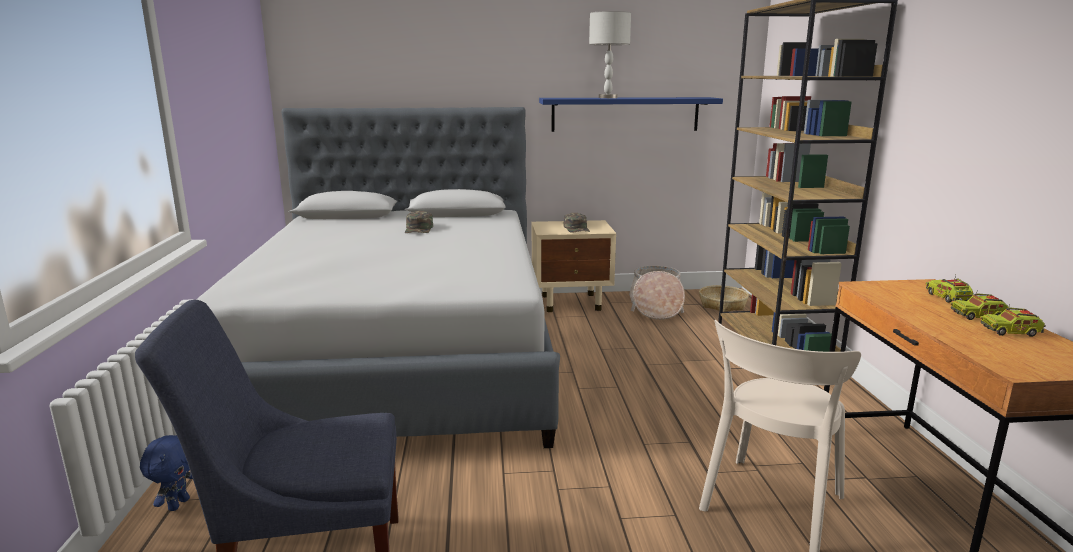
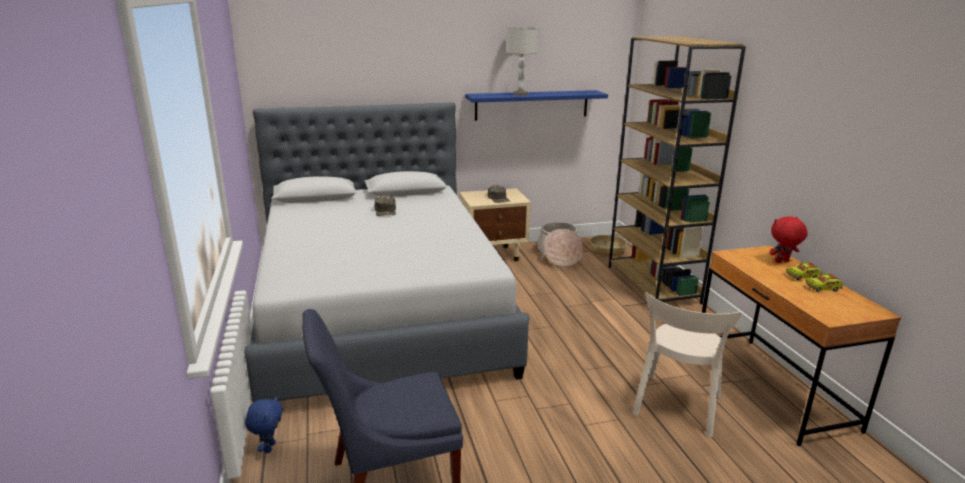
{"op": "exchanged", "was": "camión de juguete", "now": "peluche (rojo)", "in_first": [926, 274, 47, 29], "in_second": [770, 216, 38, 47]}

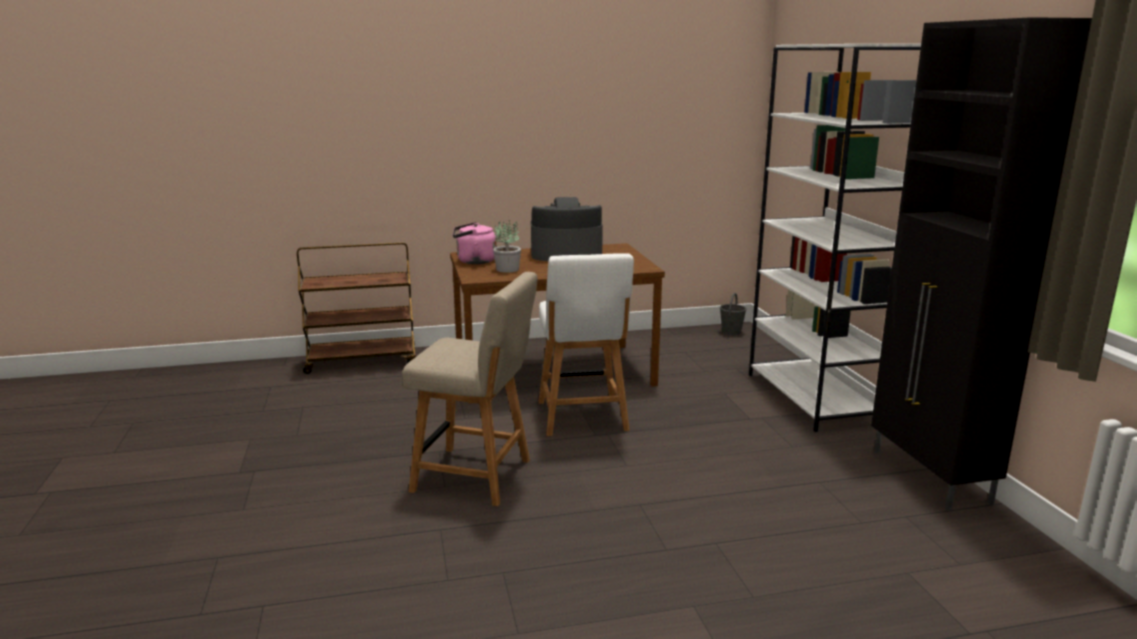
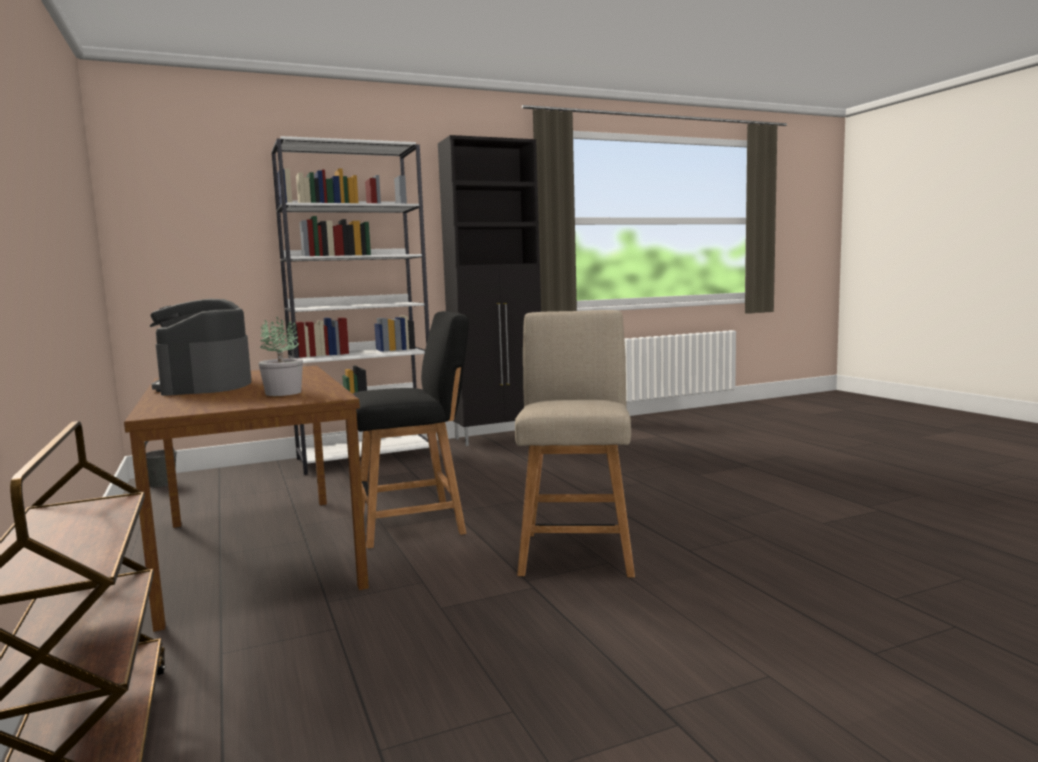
{"op": "missing", "was": "hervidor (rosa)", "in_first": [453, 222, 44, 42]}
{"op": "colour", "was": "silla (blanco)", "now": "silla (negro)", "in_first": [538, 253, 96, 183], "in_second": [353, 311, 116, 238]}

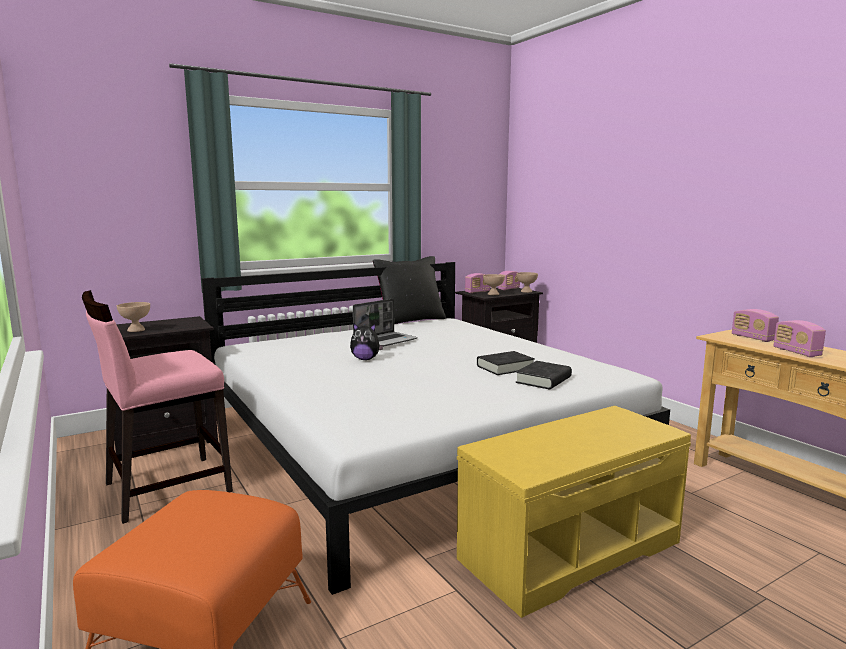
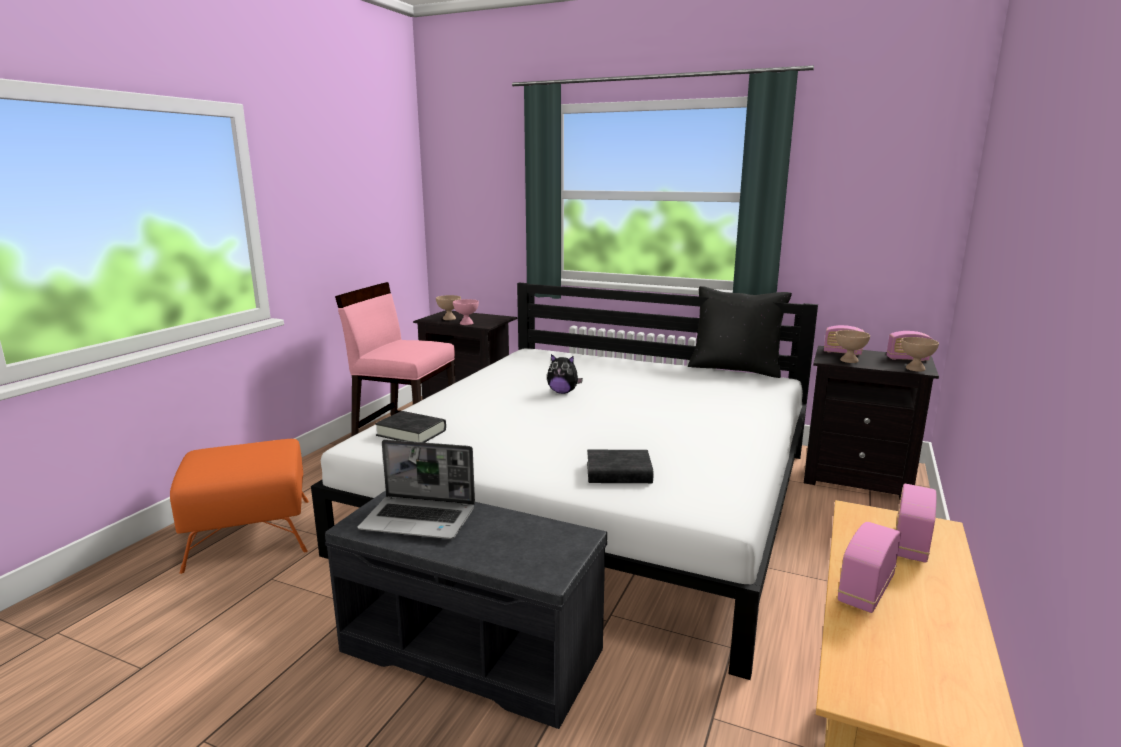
{"op": "relocated", "was": "portátil", "in_first": [353, 299, 65, 48], "in_second": [358, 439, 117, 100]}
{"op": "spun", "was": "peluche", "in_first": [350, 323, 34, 37], "in_second": [547, 354, 36, 40], "clockwise": -45}
{"op": "relocated", "was": "libro (negro)", "in_first": [477, 351, 58, 24], "in_second": [375, 411, 71, 32]}
{"op": "colour", "was": "banco (amarillo)", "now": "banco (gris)", "in_first": [457, 406, 234, 212], "in_second": [325, 490, 282, 239]}
{"op": "appeared", "now": "cuenco (rosa)", "in_second": [453, 299, 26, 26]}

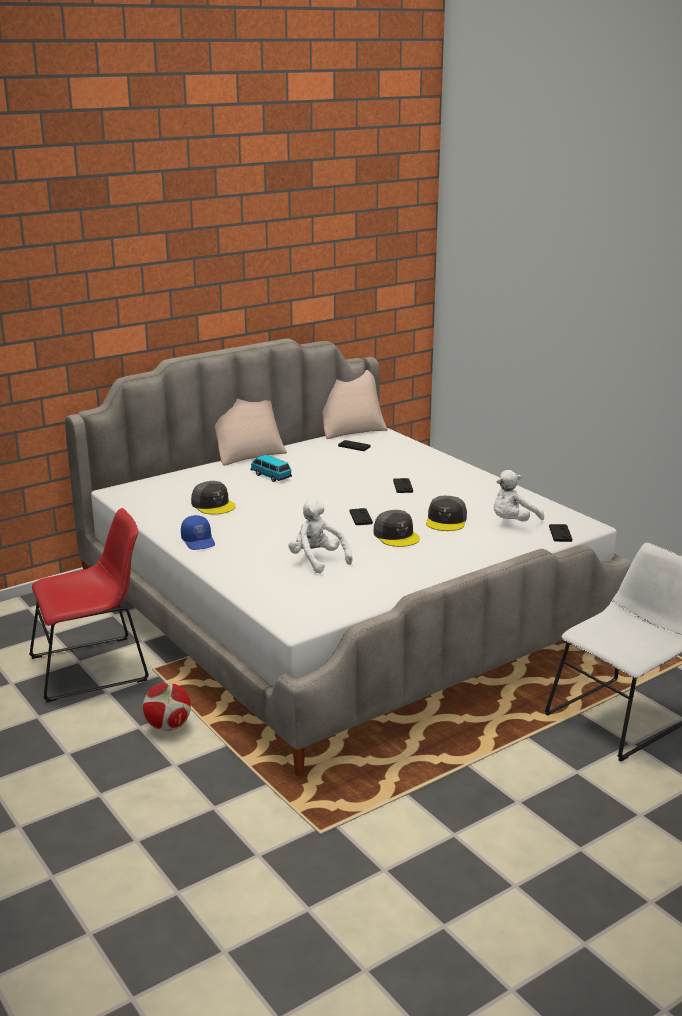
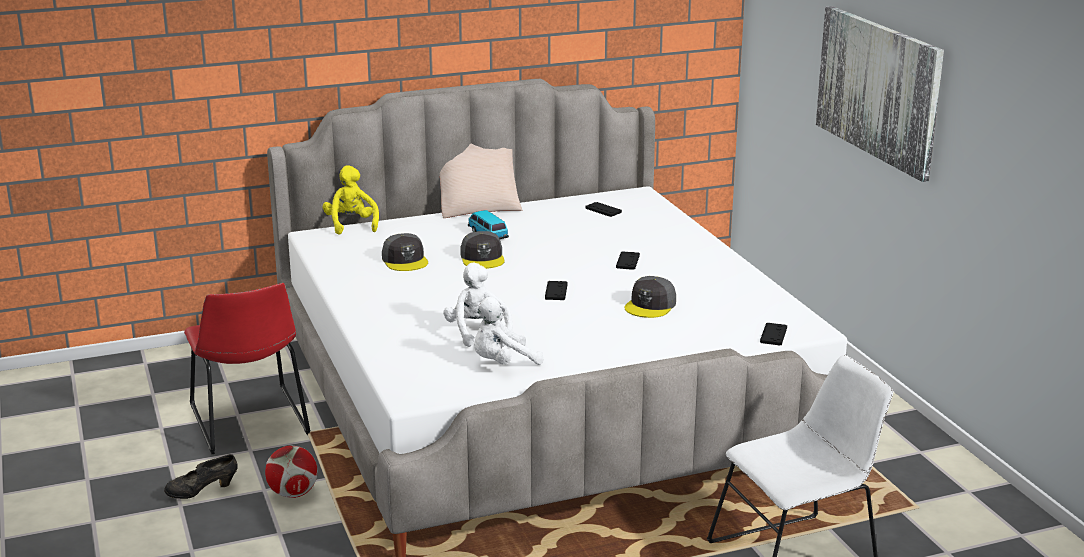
{"op": "missing", "was": "cojín (beis)", "in_first": [322, 370, 66, 69]}
{"op": "relocated", "was": "peluche (blanco)", "in_first": [494, 470, 50, 52], "in_second": [473, 297, 71, 68]}
{"op": "spun", "was": "silla (rojo)", "in_first": [29, 508, 120, 195], "in_second": [184, 283, 126, 171], "clockwise": 75}
{"op": "relocated", "was": "gorra (gris)", "in_first": [373, 510, 47, 37], "in_second": [460, 231, 45, 38]}
{"op": "missing", "was": "gorra (azul)", "in_first": [181, 515, 34, 35]}
{"op": "appeared", "now": "cuadro", "in_second": [816, 6, 128, 176]}
{"op": "appeared", "now": "peluche (amarillo)", "in_second": [323, 165, 56, 69]}
{"op": "appeared", "now": "zapato (negro)", "in_second": [164, 454, 74, 45]}

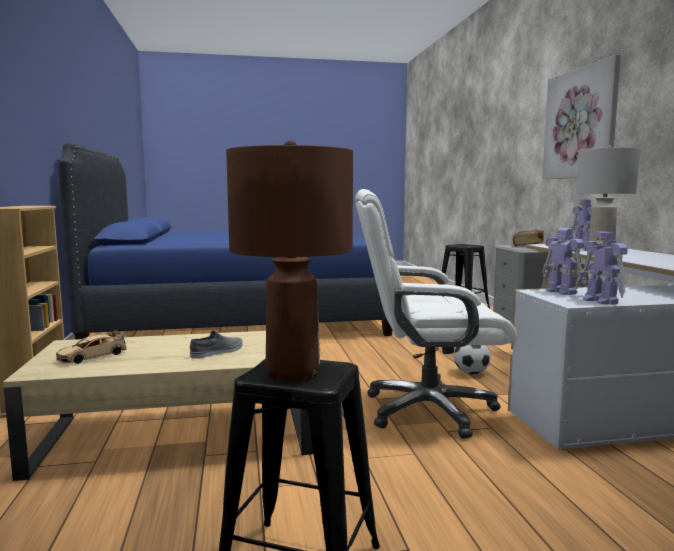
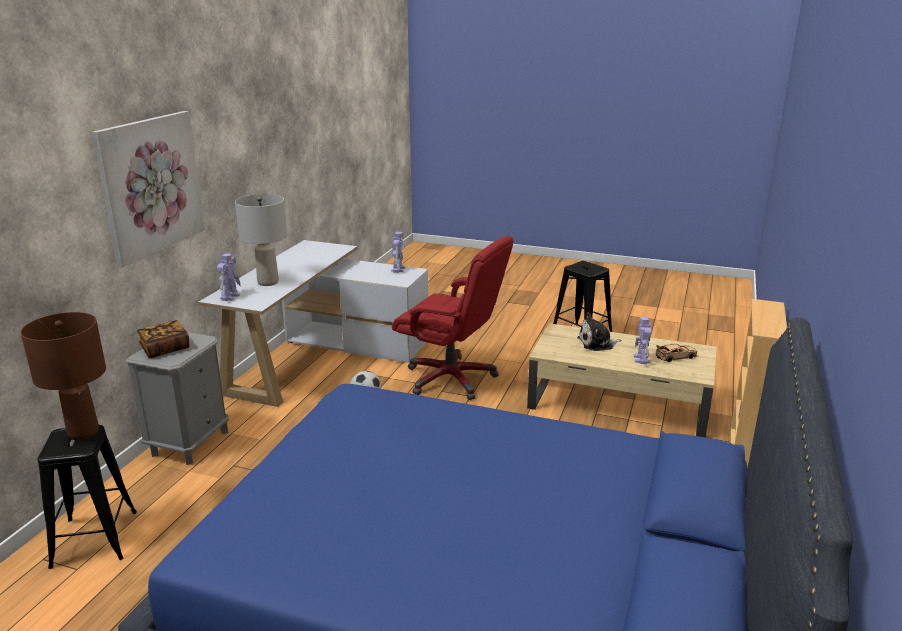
{"op": "relocated", "was": "lámpara de mesa (marrón)", "in_first": [226, 140, 127, 241], "in_second": [21, 312, 85, 128]}
{"op": "colour", "was": "silla de oficina (blanco)", "now": "silla de oficina (rojo)", "in_first": [355, 189, 162, 250], "in_second": [392, 236, 121, 164]}
{"op": "relocated", "was": "robot de juguete", "in_first": [542, 228, 45, 67], "in_second": [633, 317, 18, 47]}
{"op": "exchanged", "was": "zapato (gris)", "now": "peluche", "in_first": [190, 330, 53, 29], "in_second": [577, 312, 44, 39]}

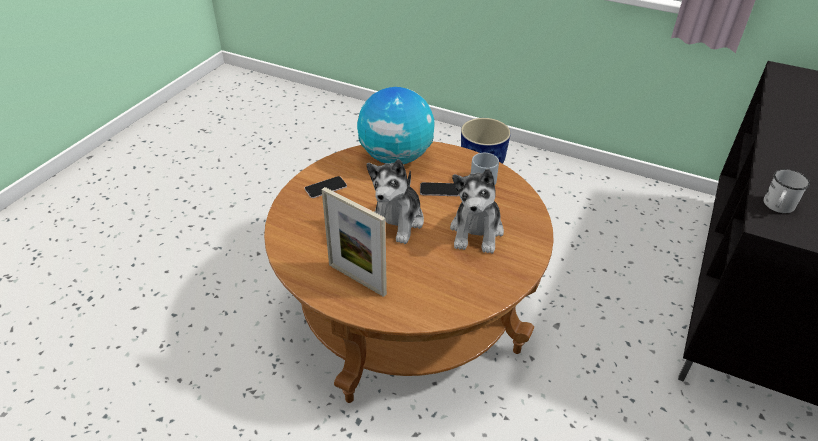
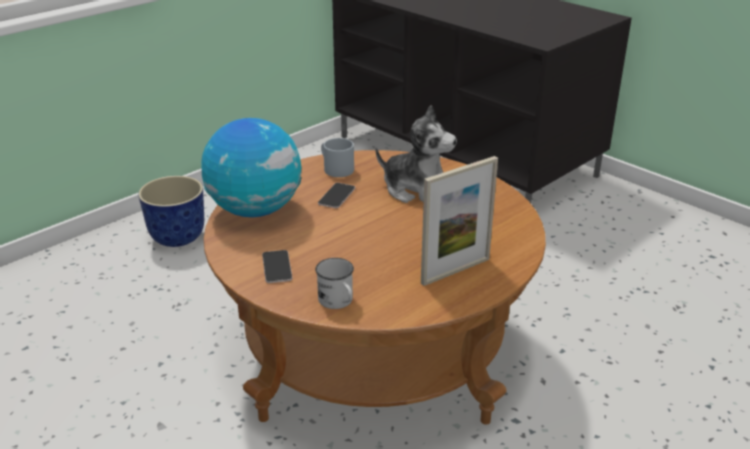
{"op": "missing", "was": "peluche", "in_first": [367, 159, 57, 85]}
{"op": "relocated", "was": "taza grande (blanco)", "in_first": [763, 169, 47, 44], "in_second": [315, 258, 39, 51]}

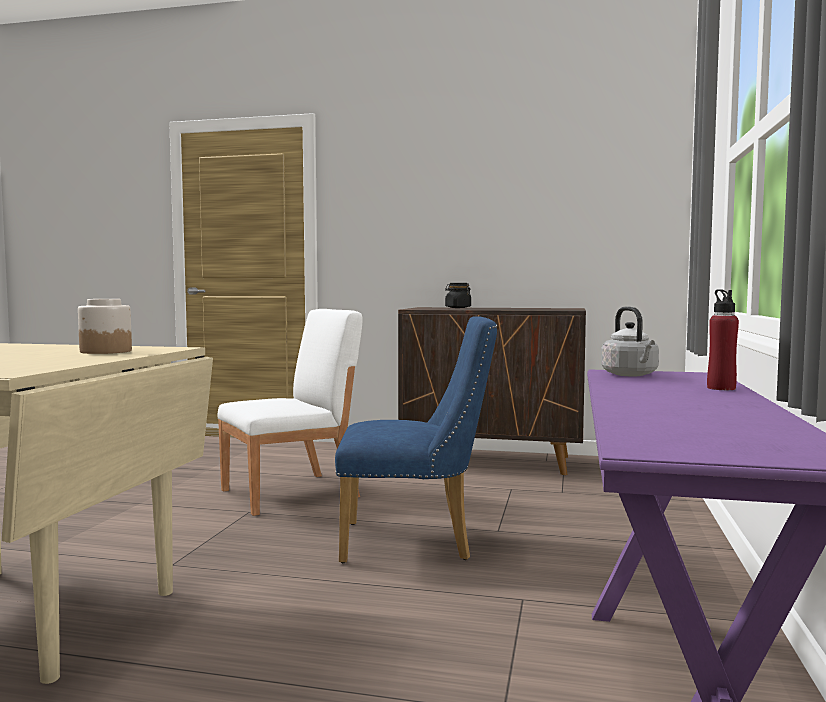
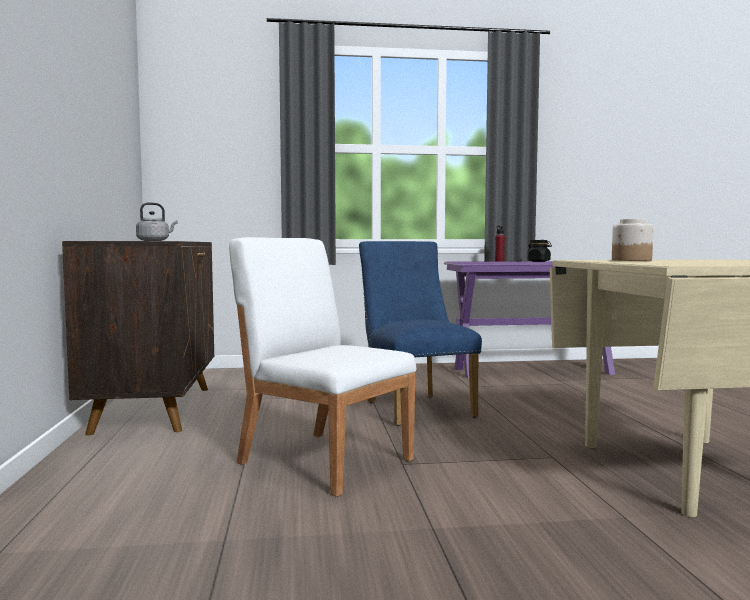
{"op": "relocated", "was": "tarro (negro)", "in_first": [445, 283, 26, 25], "in_second": [527, 240, 25, 22]}
{"op": "relocated", "was": "hervidor (gris)", "in_first": [601, 306, 58, 71], "in_second": [136, 202, 42, 39]}

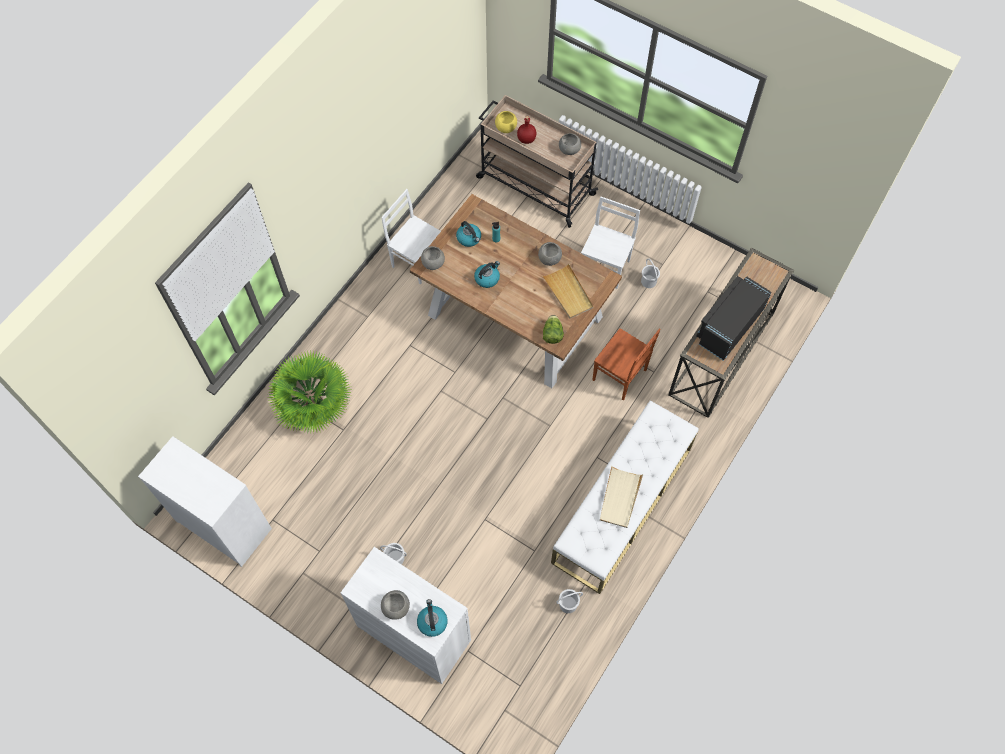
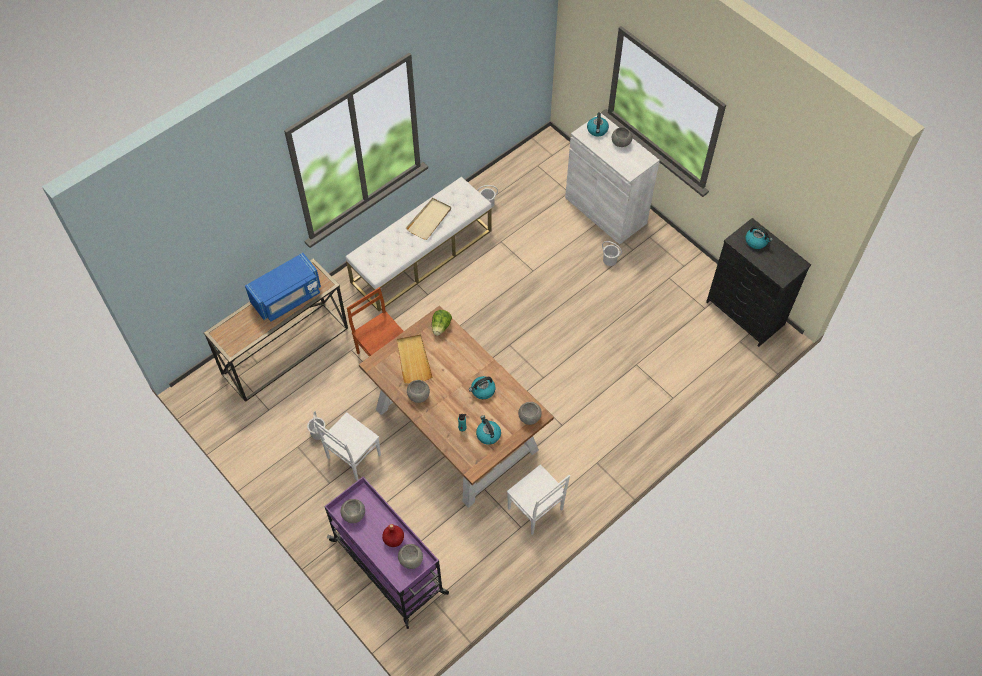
{"op": "colour", "was": "carrito (beis)", "now": "carrito (morado)", "in_first": [476, 95, 122, 133], "in_second": [324, 477, 125, 152]}
{"op": "colour", "was": "cuenco (amarillo)", "now": "cuenco (gris)", "in_first": [495, 111, 22, 22], "in_second": [398, 544, 25, 25]}
{"op": "colour", "was": "microondas (negro)", "now": "microondas (azul)", "in_first": [696, 276, 76, 85], "in_second": [245, 253, 76, 69]}
{"op": "missing", "was": "planta en maceta", "in_first": [268, 349, 84, 85]}
{"op": "colour", "was": "cómoda (blanco)", "now": "cómoda (negro)", "in_first": [138, 436, 134, 131], "in_second": [706, 218, 105, 129]}
{"op": "appeared", "now": "hervidor", "in_second": [745, 226, 28, 23]}

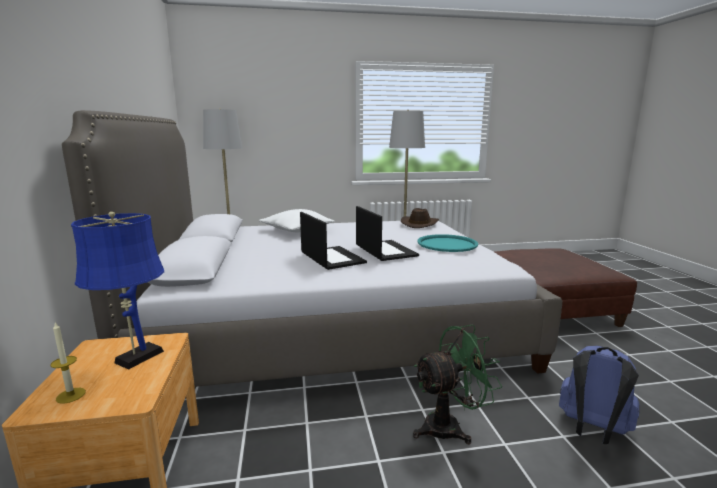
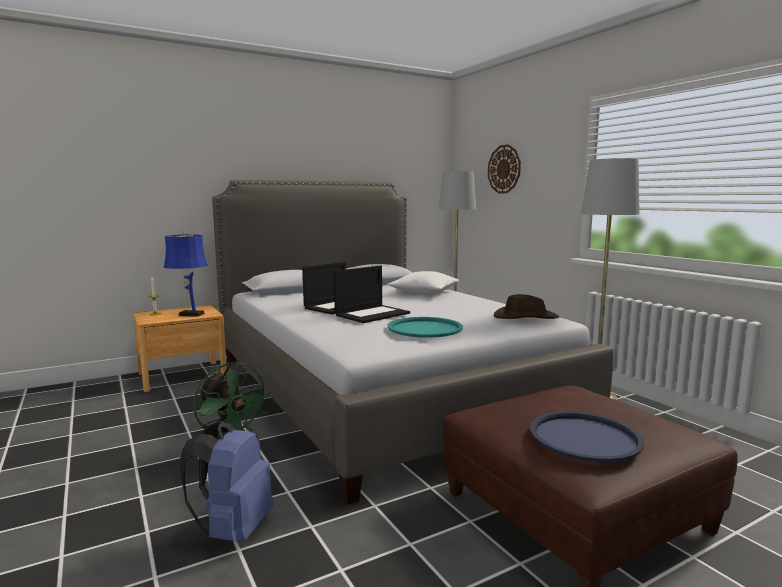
{"op": "appeared", "now": "reloj de pared", "in_second": [488, 144, 33, 49]}
{"op": "appeared", "now": "bandeja (azul)", "in_second": [530, 411, 114, 52]}

